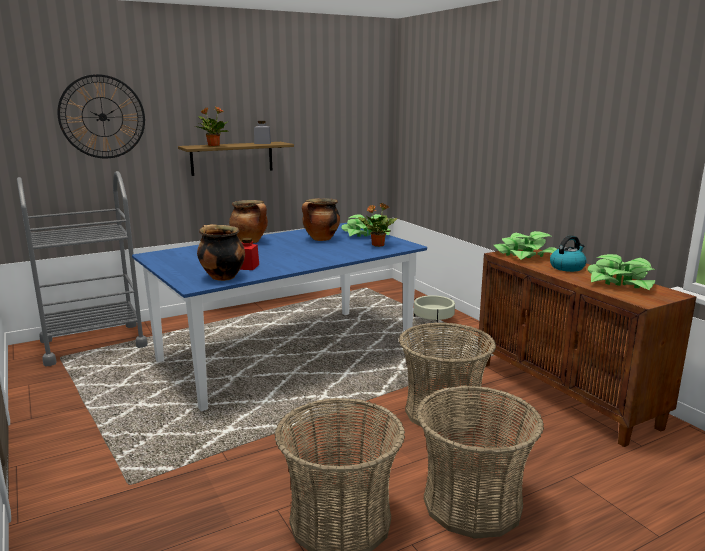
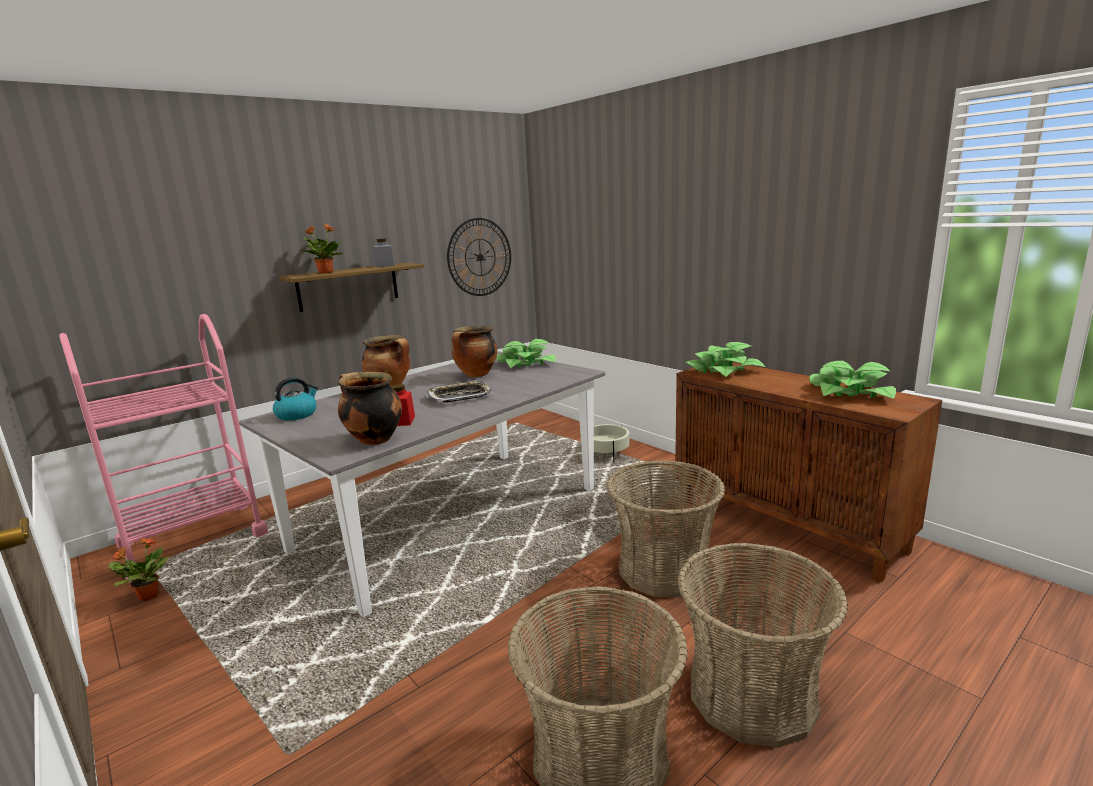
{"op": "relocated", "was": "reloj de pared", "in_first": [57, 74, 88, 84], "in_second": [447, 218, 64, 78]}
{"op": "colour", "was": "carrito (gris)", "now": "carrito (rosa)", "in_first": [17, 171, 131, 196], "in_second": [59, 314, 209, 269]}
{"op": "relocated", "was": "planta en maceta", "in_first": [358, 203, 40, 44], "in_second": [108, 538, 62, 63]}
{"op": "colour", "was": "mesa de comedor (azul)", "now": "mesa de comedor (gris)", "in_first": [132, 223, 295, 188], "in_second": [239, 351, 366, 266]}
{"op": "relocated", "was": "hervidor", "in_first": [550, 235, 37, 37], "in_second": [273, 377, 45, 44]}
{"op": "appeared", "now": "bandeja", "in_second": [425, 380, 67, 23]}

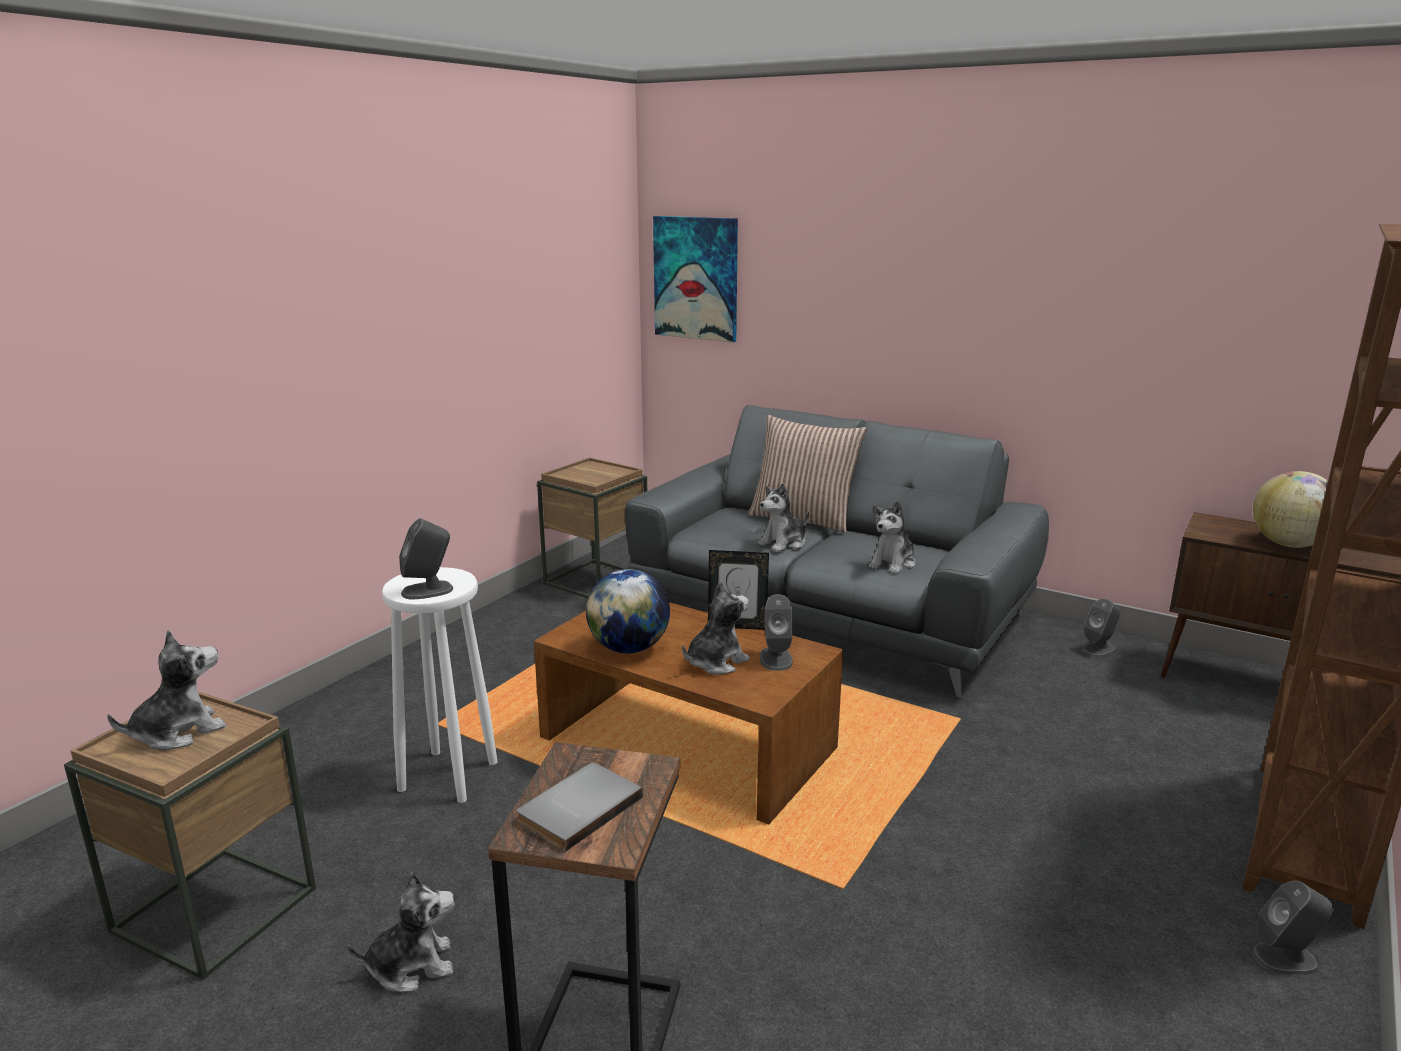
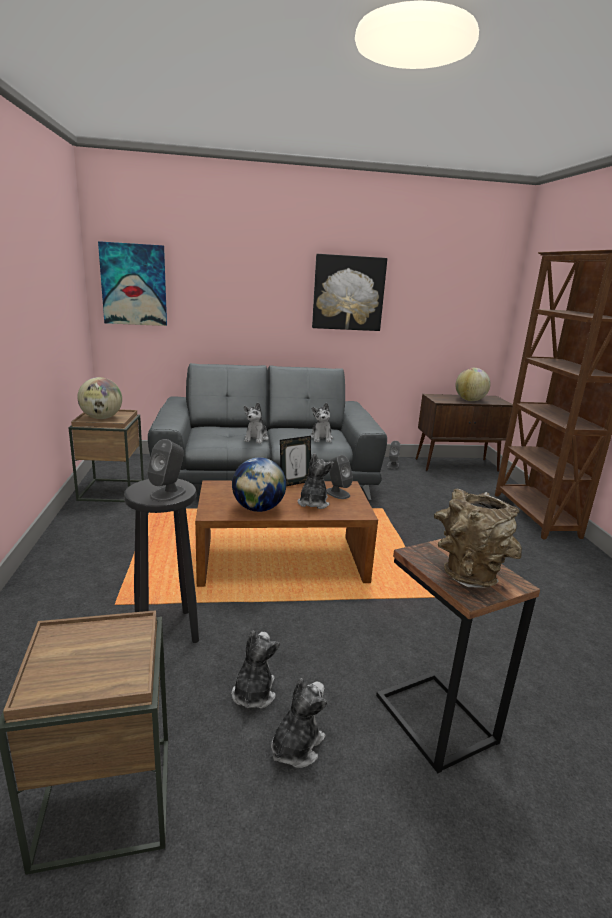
{"op": "missing", "was": "cojín", "in_first": [748, 415, 119, 119]}
{"op": "colour", "was": "taburete (blanco)", "now": "taburete (negro)", "in_first": [382, 567, 115, 236], "in_second": [124, 479, 75, 164]}
{"op": "relocated", "was": "peluche", "in_first": [107, 630, 119, 120], "in_second": [232, 631, 48, 78]}
{"op": "exchanged", "was": "libro (gris)", "now": "florero (marrón)", "in_first": [517, 763, 126, 89], "in_second": [434, 488, 88, 100]}
{"op": "missing", "was": "altavoz (gris)", "in_first": [1252, 881, 82, 94]}
{"op": "appeared", "now": "cuadro", "in_second": [312, 254, 75, 77]}
{"op": "appeared", "now": "globo terráqueo", "in_second": [77, 377, 45, 42]}

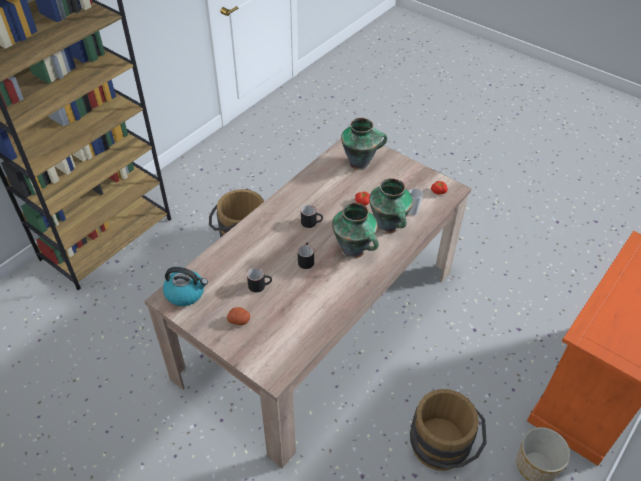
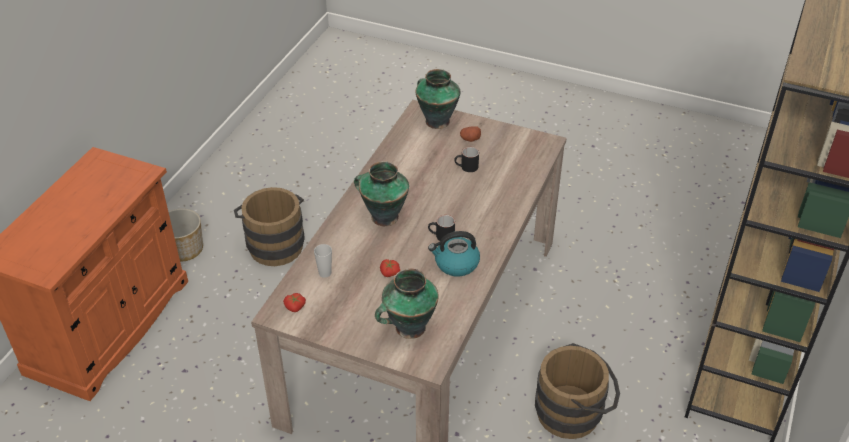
{"op": "relocated", "was": "florero", "in_first": [369, 178, 44, 55], "in_second": [416, 69, 45, 60]}
{"op": "missing", "was": "taza grande (negro)", "in_first": [298, 243, 16, 26]}
{"op": "relocated", "was": "hervidor", "in_first": [163, 267, 45, 39], "in_second": [428, 231, 52, 46]}

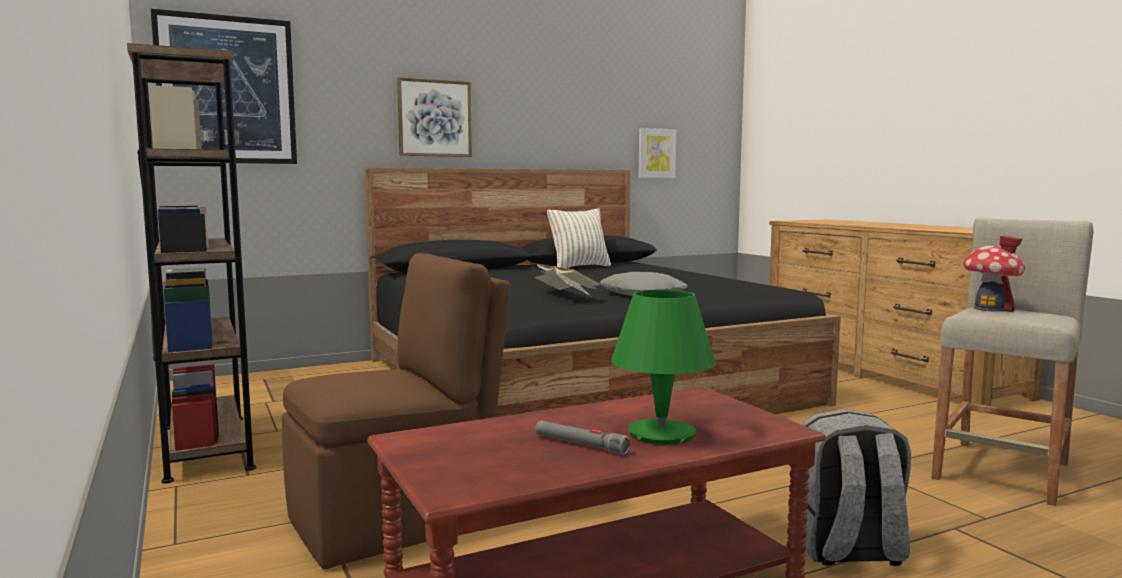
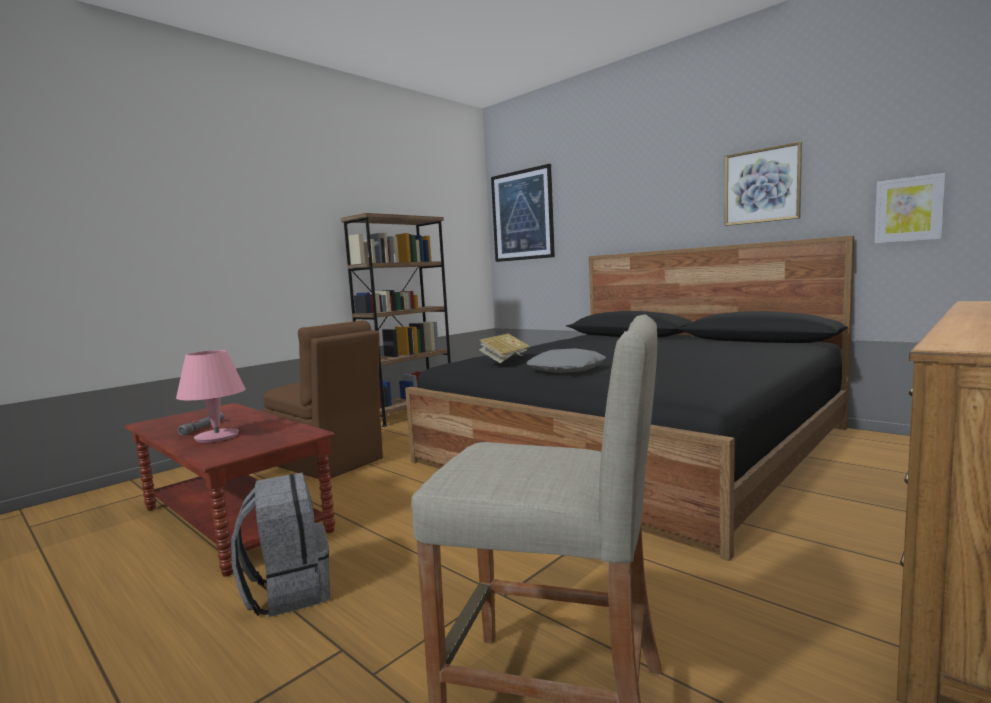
{"op": "relocated", "was": "cuadro", "in_first": [397, 77, 75, 80], "in_second": [725, 141, 77, 85]}
{"op": "missing", "was": "cojín", "in_first": [547, 208, 64, 60]}
{"op": "missing", "was": "casita", "in_first": [963, 235, 62, 77]}
{"op": "colour", "was": "lámpara de mesa (verde)", "now": "lámpara de mesa (rosa)", "in_first": [611, 290, 104, 155], "in_second": [176, 350, 69, 93]}

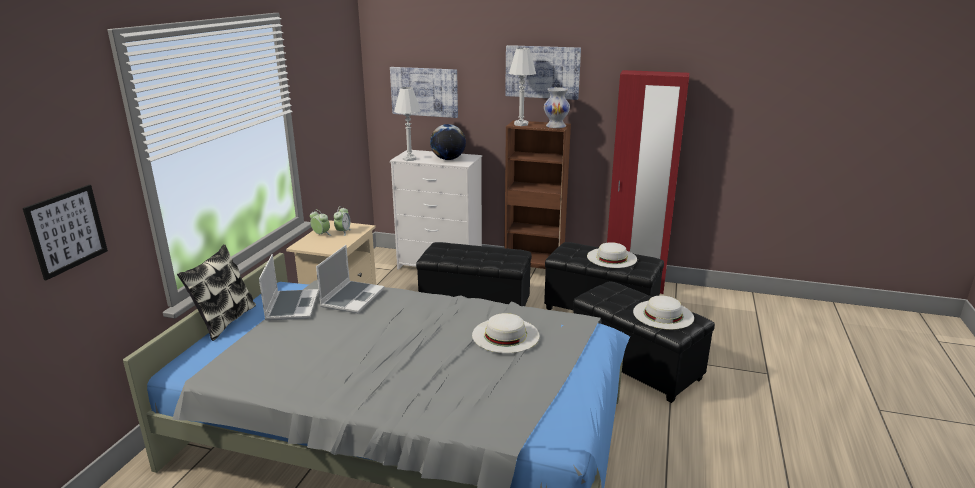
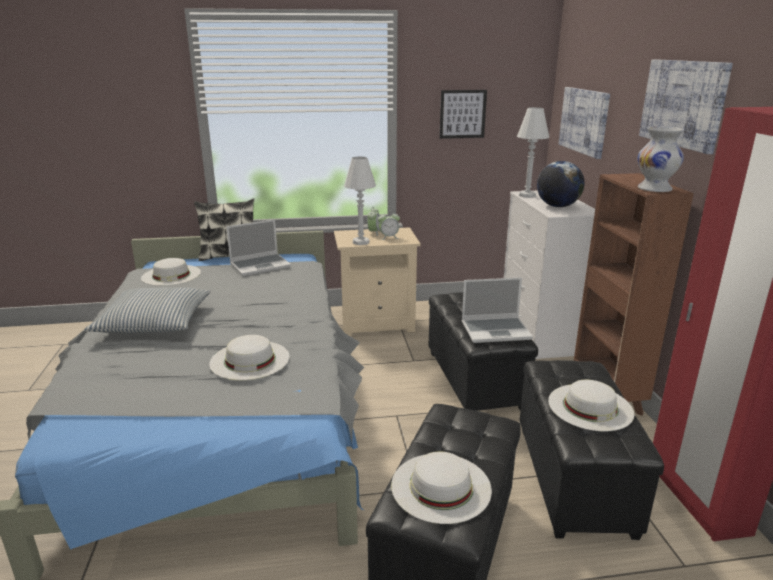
{"op": "relocated", "was": "lámpara de mesa (blanco)", "in_first": [509, 48, 27, 78], "in_second": [344, 157, 32, 88]}
{"op": "relocated", "was": "cuadro", "in_first": [23, 185, 85, 95], "in_second": [439, 90, 48, 49]}
{"op": "relocated", "was": "portátil", "in_first": [316, 245, 68, 68], "in_second": [462, 277, 71, 66]}
{"op": "appeared", "now": "sombrero (blanco)", "in_second": [141, 258, 60, 28]}
{"op": "appeared", "now": "cojín", "in_second": [84, 288, 127, 45]}

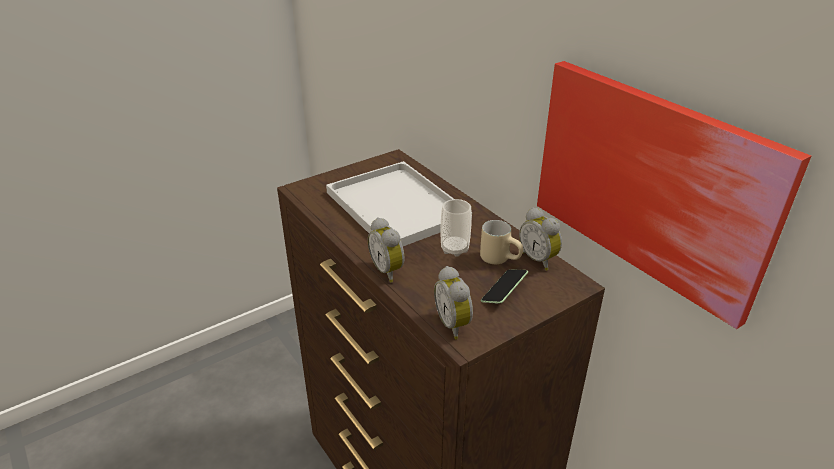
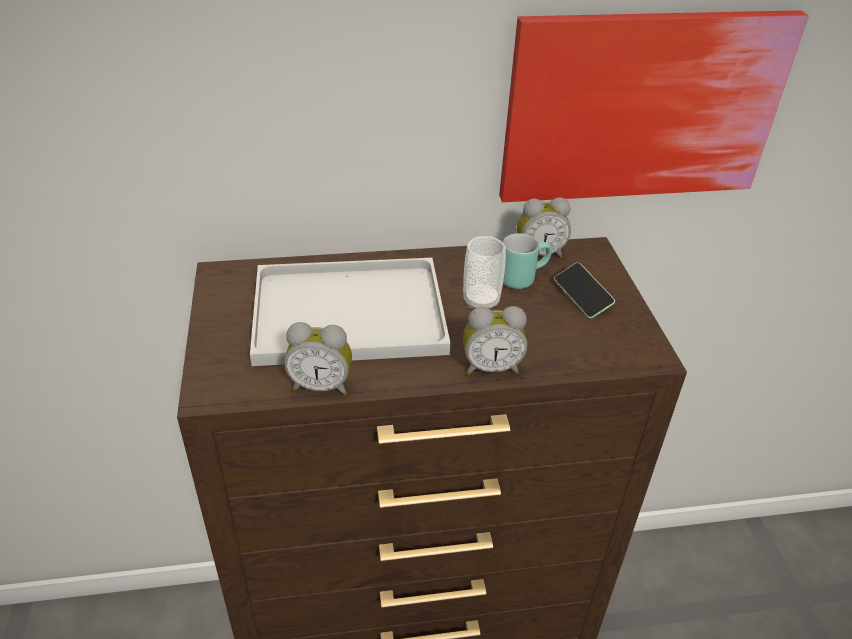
{"op": "colour", "was": "taza grande (beis)", "now": "taza grande (turquesa)", "in_first": [480, 220, 43, 44], "in_second": [503, 233, 49, 56]}
{"op": "relocated", "was": "despertador", "in_first": [434, 266, 39, 73], "in_second": [284, 322, 68, 73]}

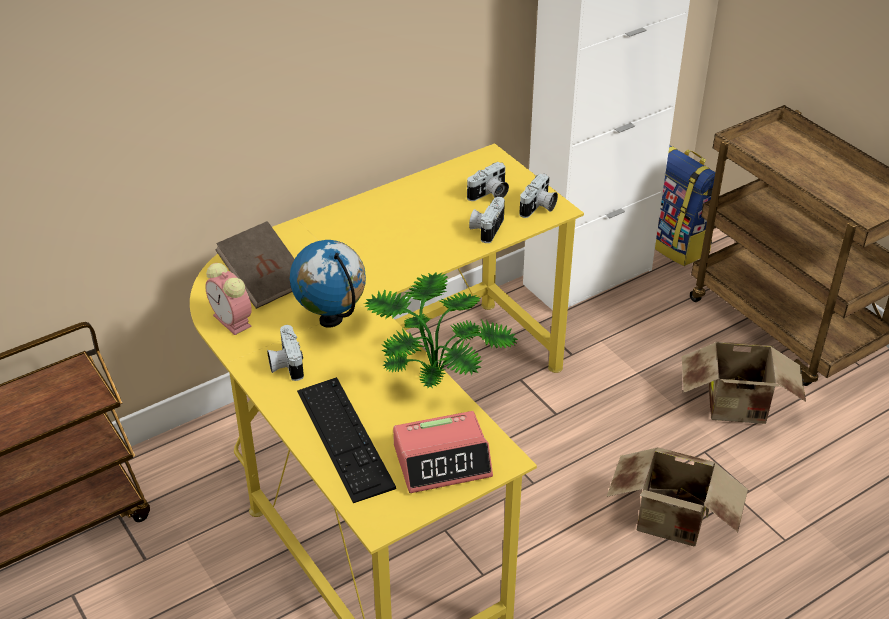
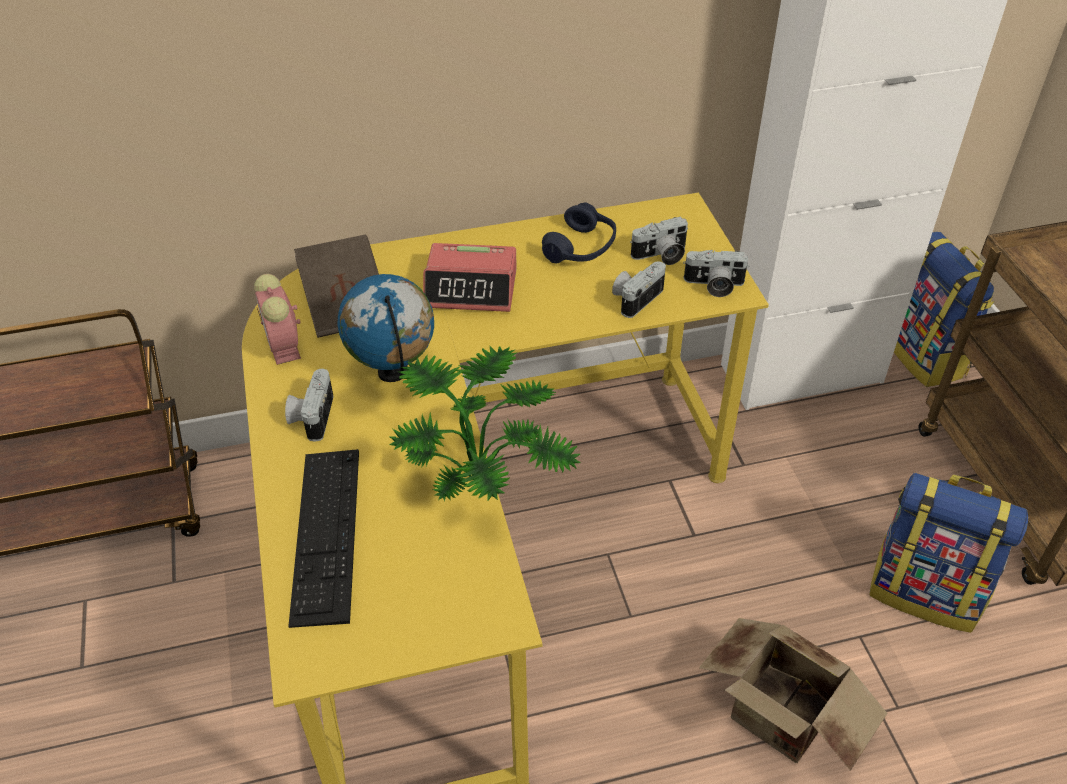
{"op": "spun", "was": "cámara", "in_first": [519, 173, 39, 45], "in_second": [683, 250, 66, 47], "clockwise": 45}
{"op": "exchanged", "was": "caja de cartón", "now": "mochila", "in_first": [682, 342, 124, 82], "in_second": [869, 473, 159, 160]}
{"op": "relocated", "was": "despertador", "in_first": [393, 411, 100, 82], "in_second": [423, 243, 94, 69]}
{"op": "appeared", "now": "auriculares (azul)", "in_second": [542, 203, 74, 60]}

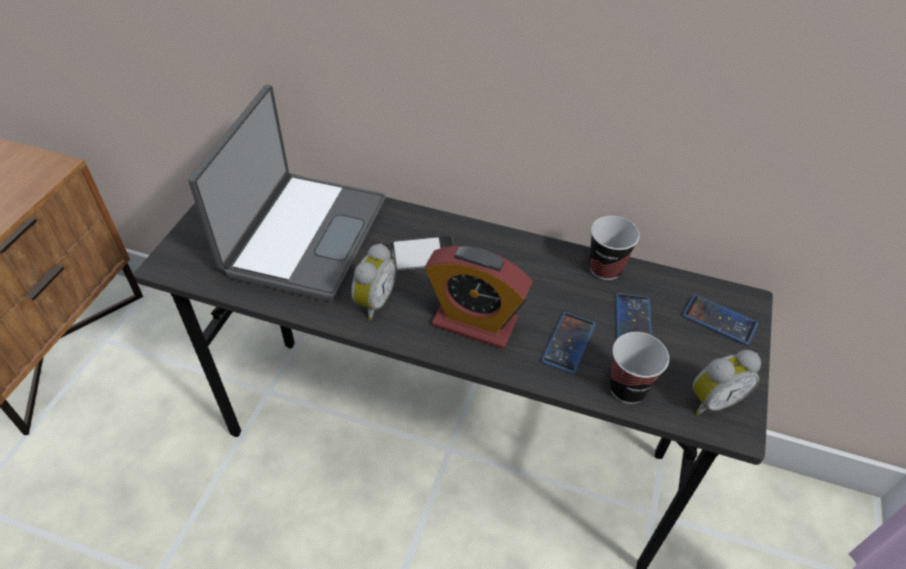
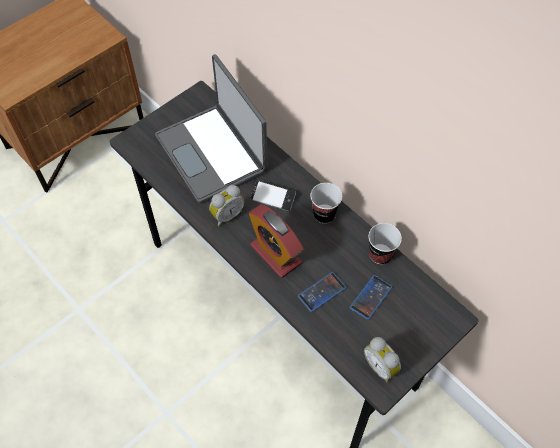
{"op": "spun", "was": "portátil", "in_first": [188, 85, 198, 217], "in_second": [155, 54, 113, 150], "clockwise": 105}
{"op": "missing", "was": "móvil", "in_first": [682, 294, 76, 51]}
{"op": "relocated", "was": "taza", "in_first": [609, 332, 60, 72], "in_second": [310, 183, 32, 41]}
{"op": "spun", "was": "despertador", "in_first": [693, 350, 68, 65], "in_second": [364, 337, 37, 46], "clockwise": 45}

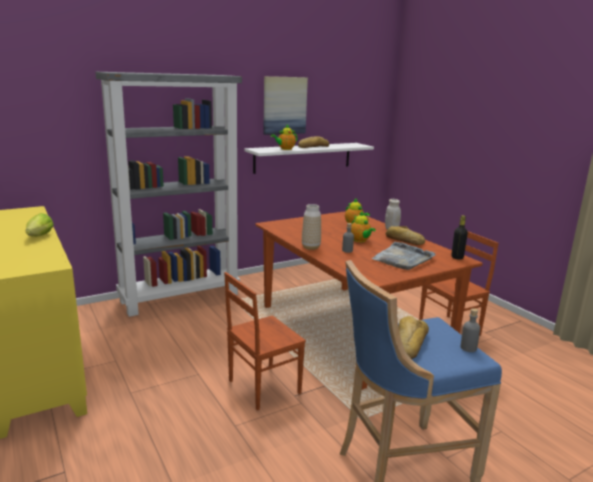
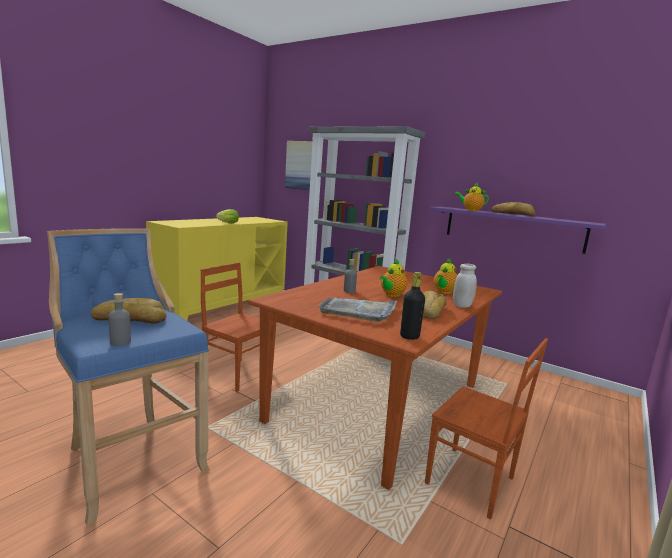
{"op": "relocated", "was": "cuadro", "in_first": [263, 76, 45, 59], "in_second": [285, 141, 27, 49]}
{"op": "colour", "was": "estante (blanco)", "now": "estante (morado)", "in_first": [245, 143, 129, 31], "in_second": [429, 207, 177, 47]}
{"op": "missing", "was": "florero", "in_first": [302, 204, 19, 46]}

